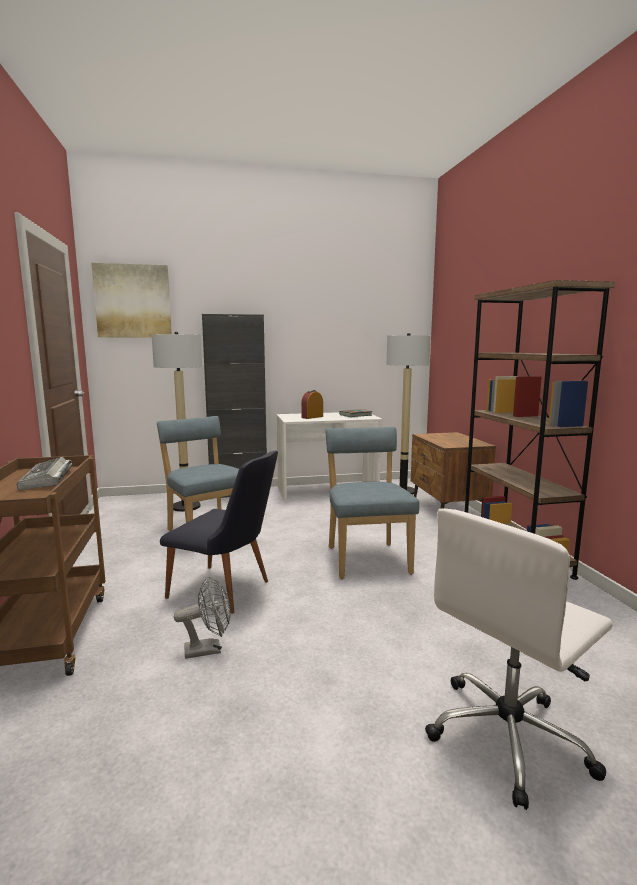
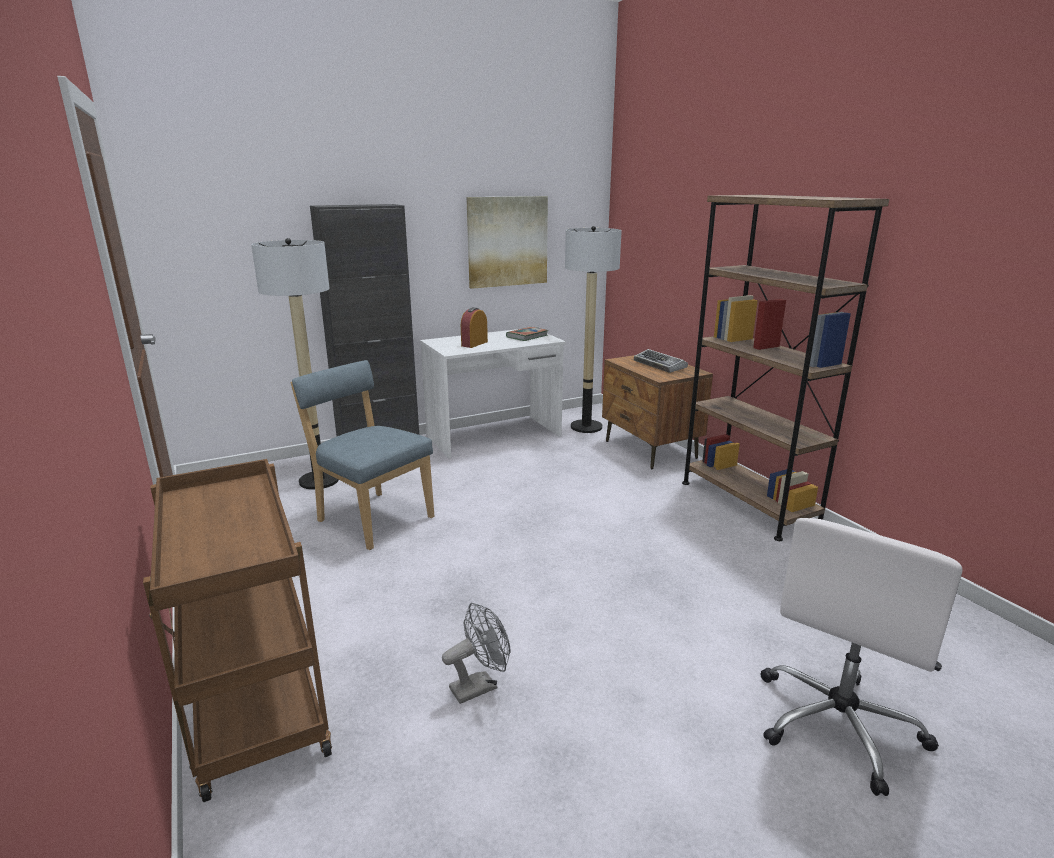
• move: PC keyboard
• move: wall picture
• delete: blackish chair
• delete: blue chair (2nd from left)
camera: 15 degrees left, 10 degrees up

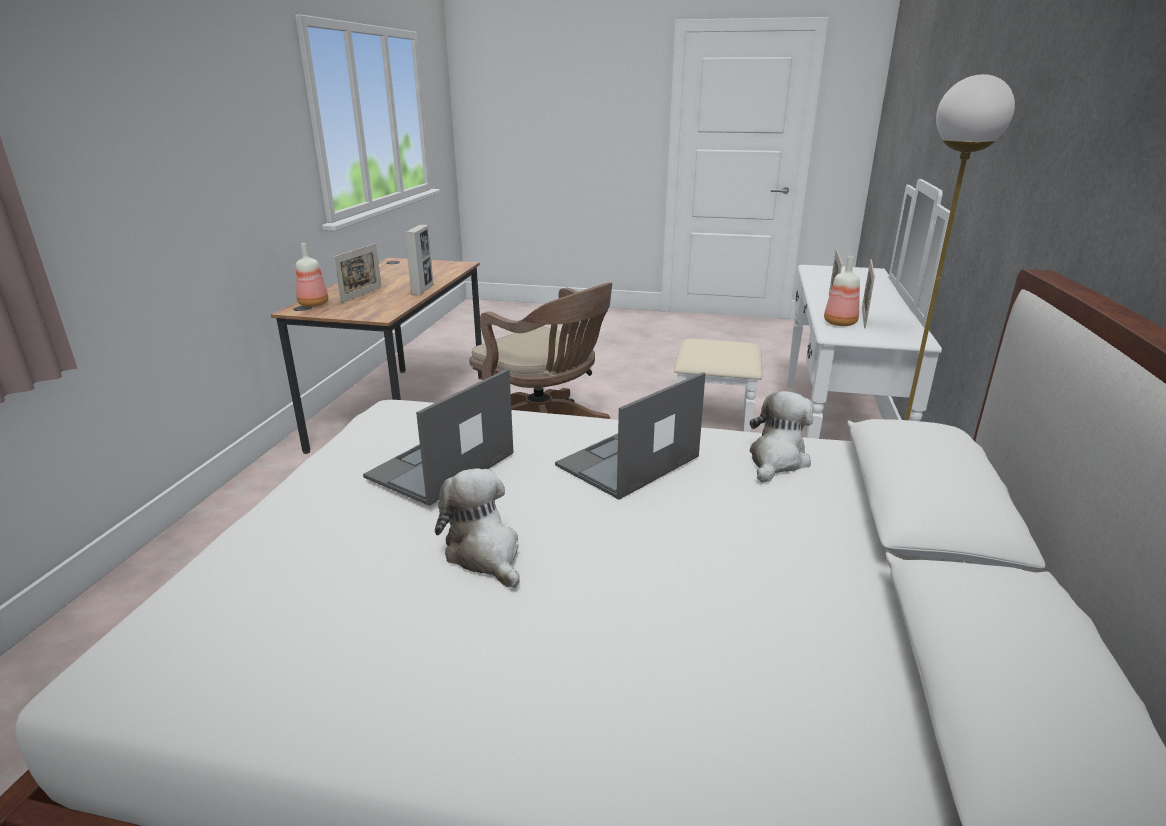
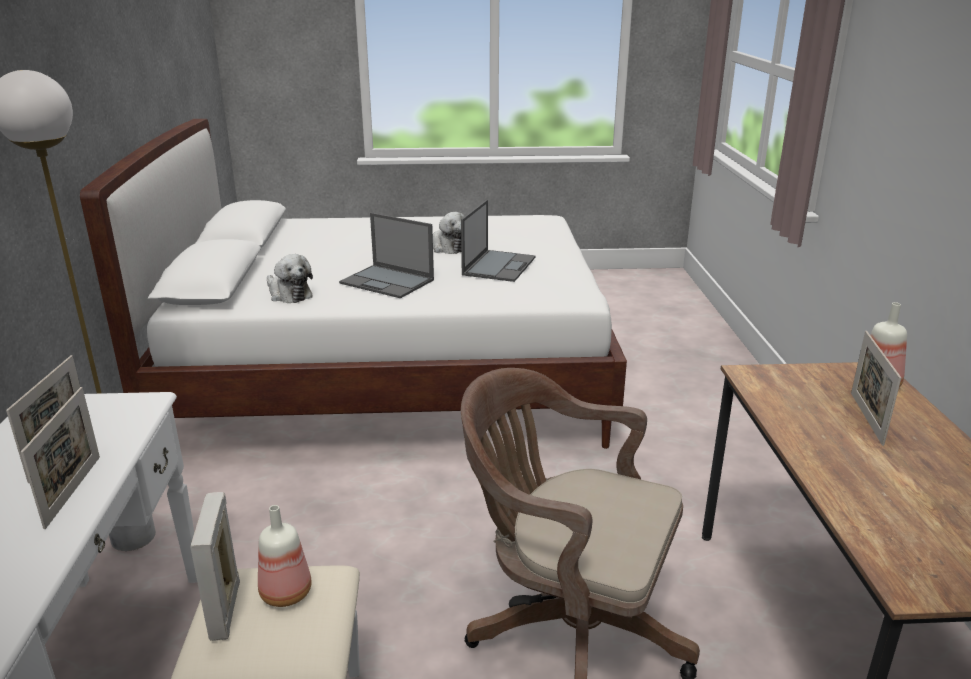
• move: photo frame (2nd from left in the first image) to photo frame (3rd from left)
• rotate: portable computer (2nd from left in the first image) 90 degrees clockwise
• rotate: plush toy (2nd from left in the first image) 60 degrees counterclockwise
• move: beverage bottle (2nd from left in the first image) to beverage bottle (1st from left)
camera: 165 degrees right, 0 degrees up

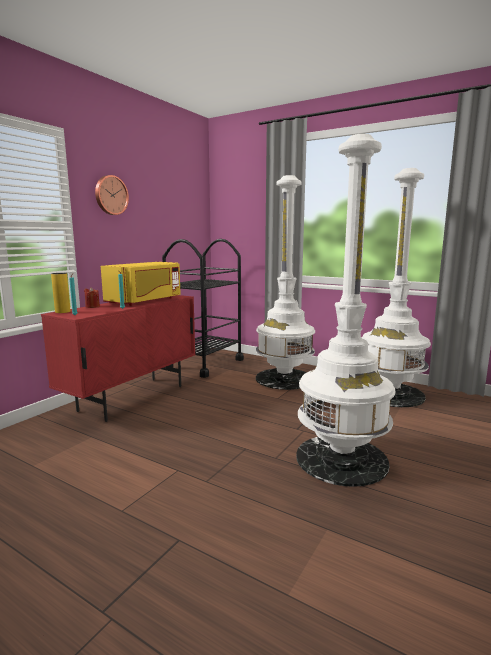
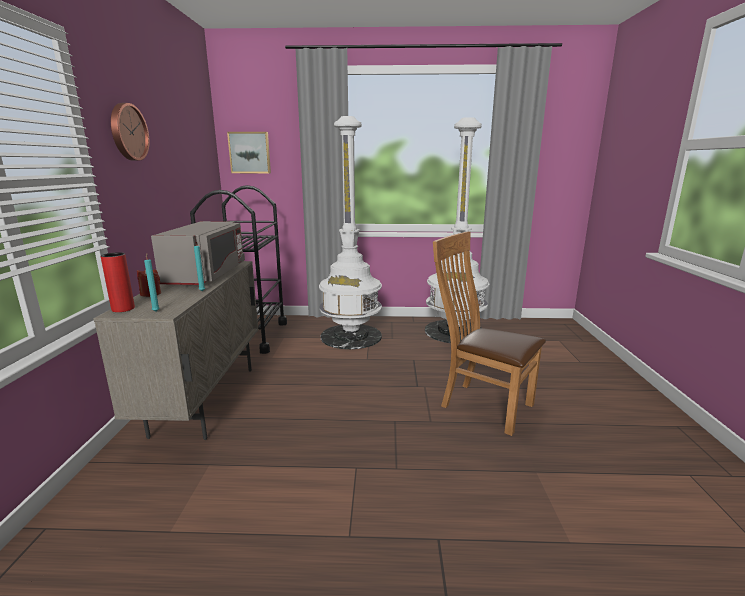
• recolor: reddish storage cabinet to beige-coloured storage cabinet
• recolor: yellow-coloured decorative vase to reddish decorative vase
• recolor: yellow-coloured microwave to grey microwave
• replace: white floor lamp (2nd from left) to brown chair
• insert: wall picture
camera: 30 degrees left, 5 degrees up

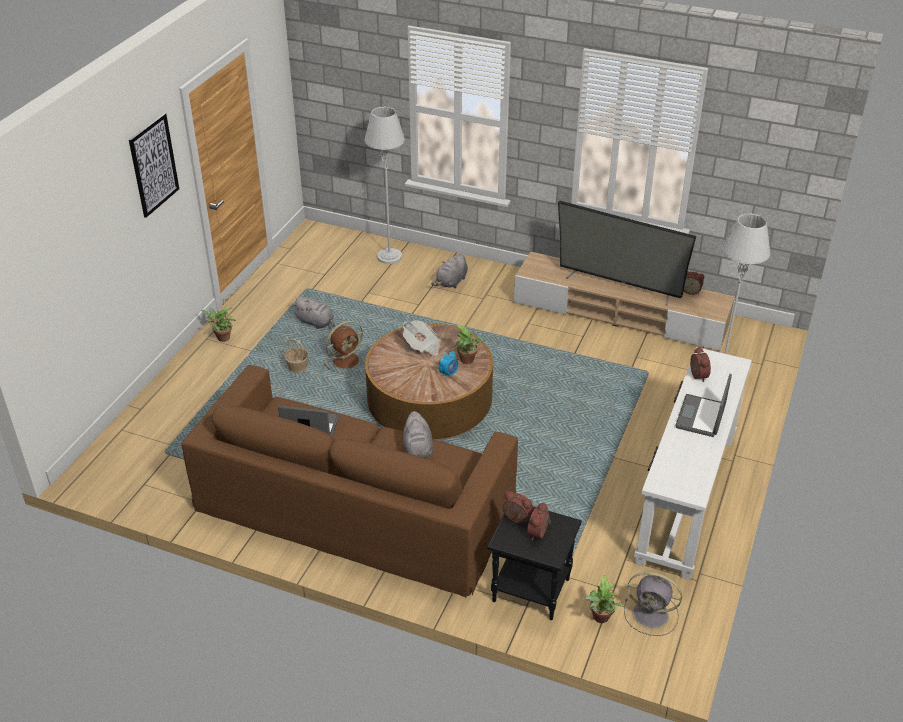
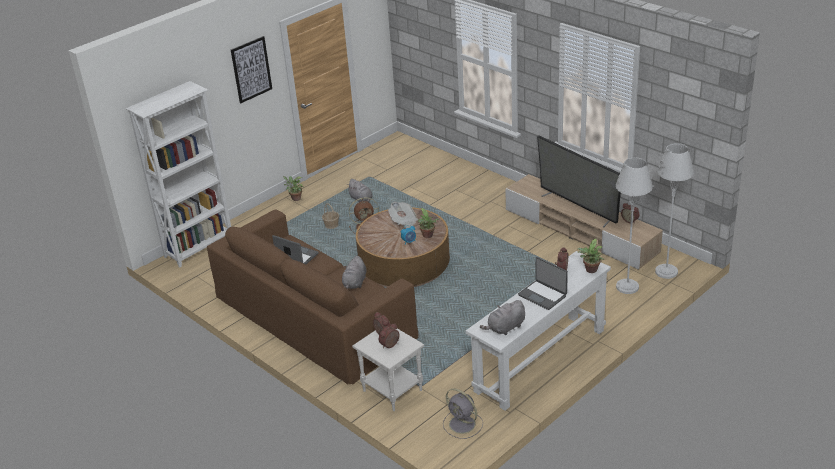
• move: grey floor lamp (1st from left in the first image) to grey floor lamp (2nd from left)
• move: grey plush toy (3rd from left)
• recolor: blackish end table to white end table
• move: plant in a pot (3rd from left)
• rotate: portable computer (2nd from left) 90 degrees counterclockwise
• insert: white shelving unit
camera: 25 degrees right, 5 degrees down

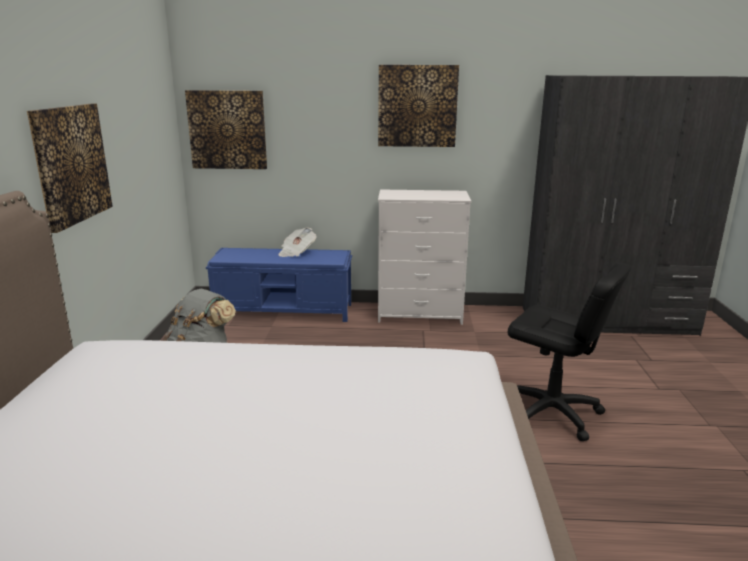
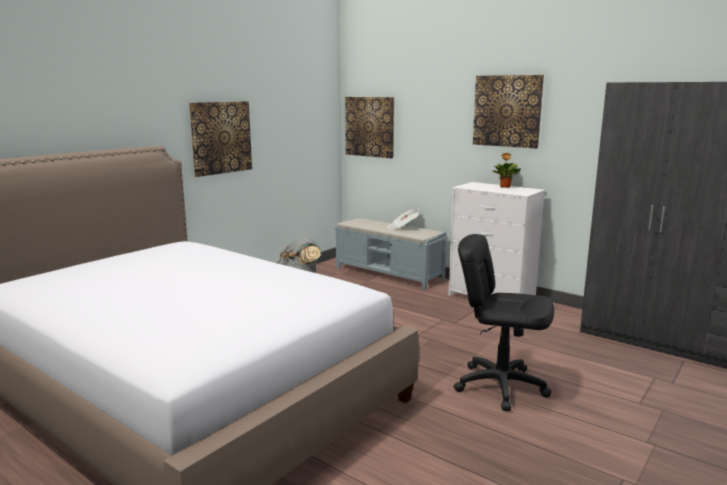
• recolor: blue indoor bench to grey indoor bench
• rotate: blackish office chair 135 degrees clockwise
• insert: plant in a pot
camera: 35 degrees right, 5 degrees down

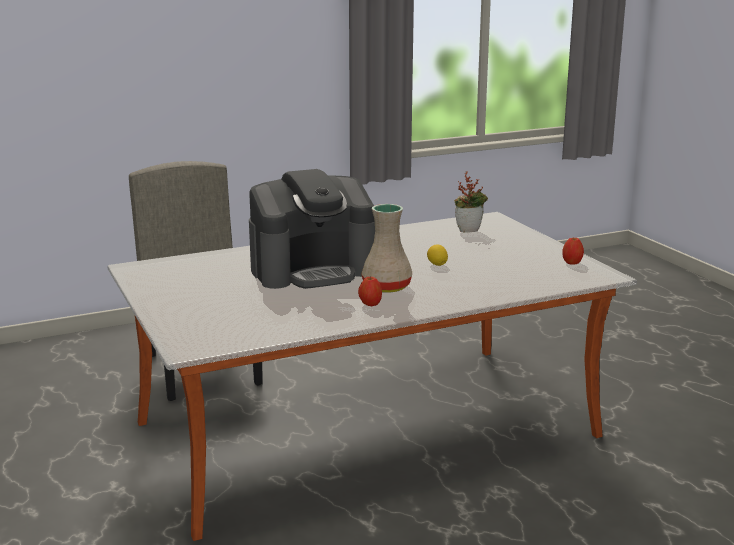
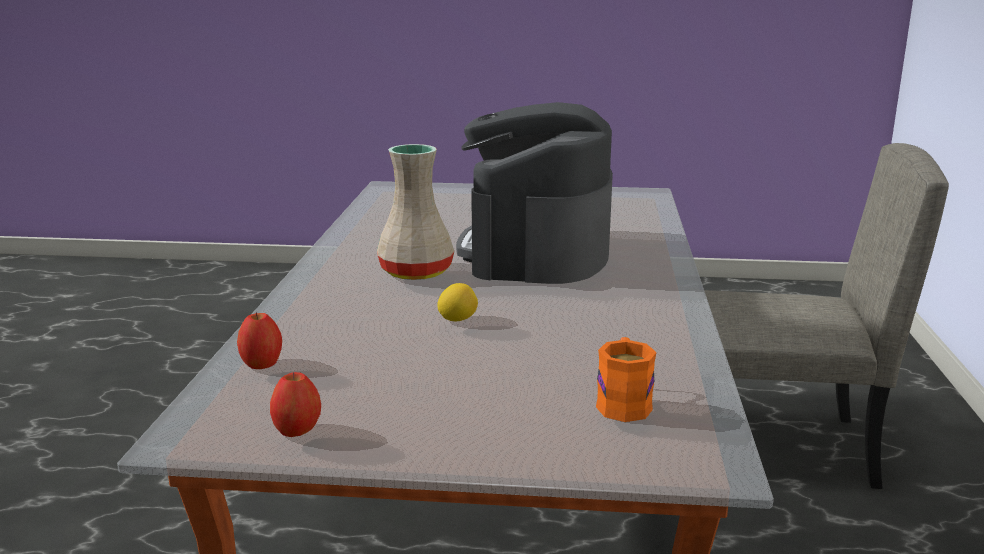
• move: apple fruit (1st from left)
• replace: plant in a pot to orange-coloured coffee mug
camera: 120 degrees right, 0 degrees up

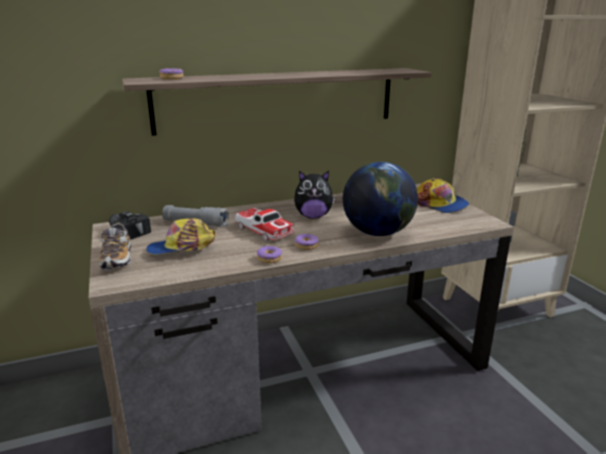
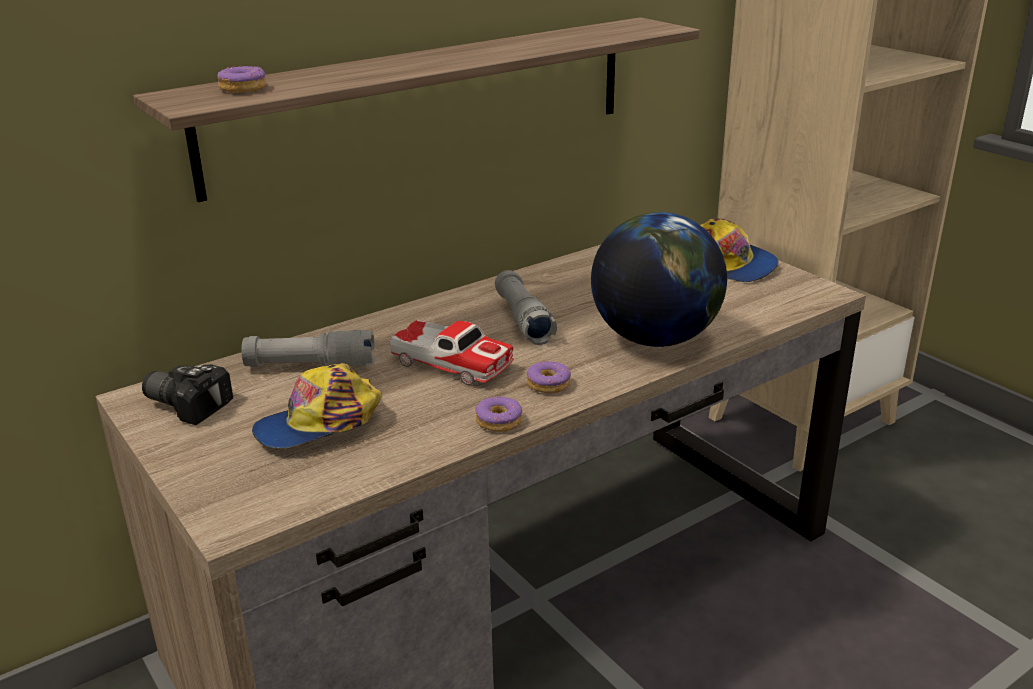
• delete: item of footwear
• replace: plush toy to grey flashlight (2nd from left)
camera: 15 degrees left, 5 degrees up

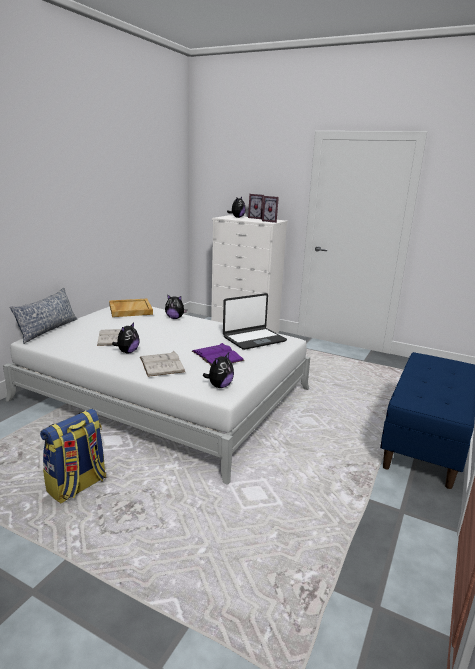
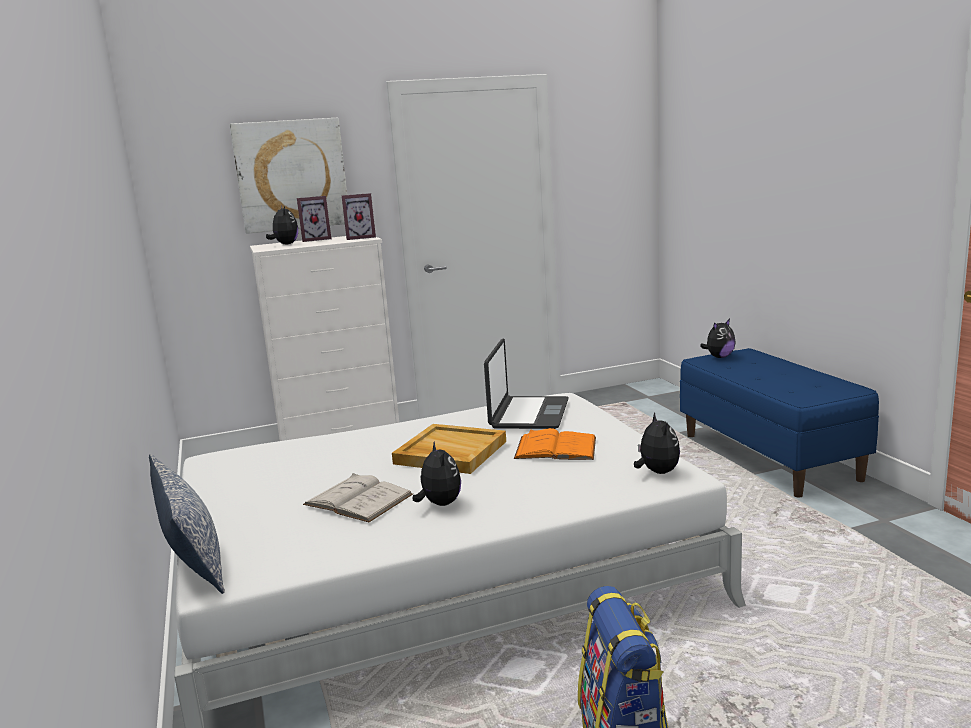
• move: beige-coloured tray
• delete: white bound book (2nd from left)
• move: plush toy (2nd from left in the first image) to plush toy (4th from left)
• recolor: purple-coloured bound book to orange-coloured bound book
• insert: wall picture
camera: 45 degrees left, 5 degrees down

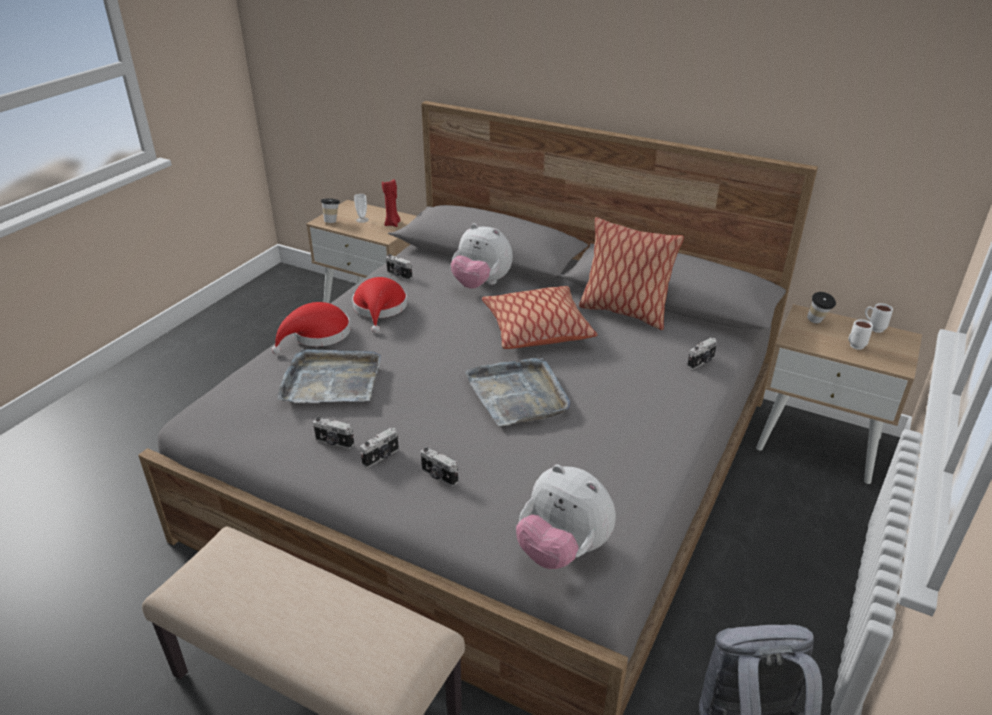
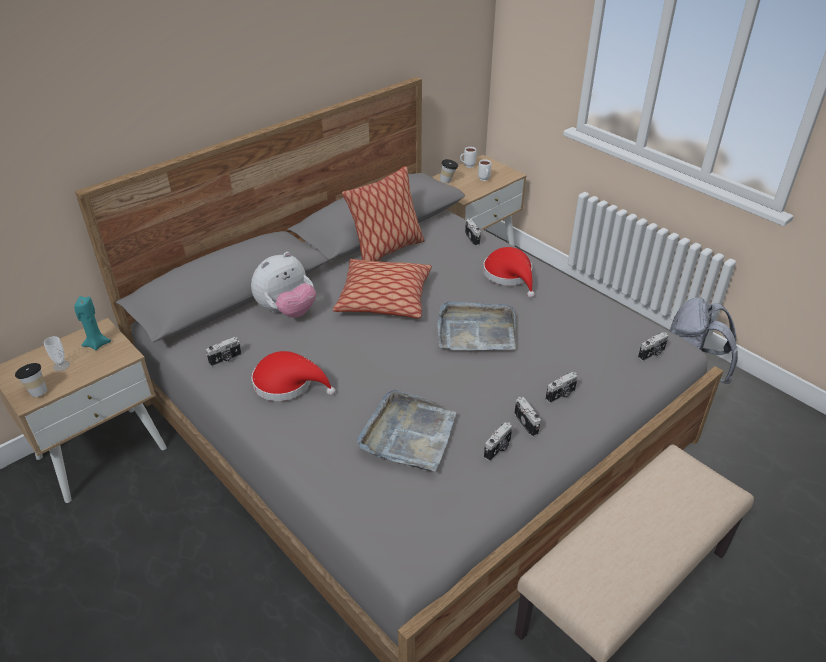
• move: reddish wearable hat (1st from left in the first image) to reddish wearable hat (2nd from left)
• recolor: reddish candle to turquoise candle
• replace: plush toy (2nd from left) to still camera (6th from left)
camera: 70 degrees left, 5 degrees up

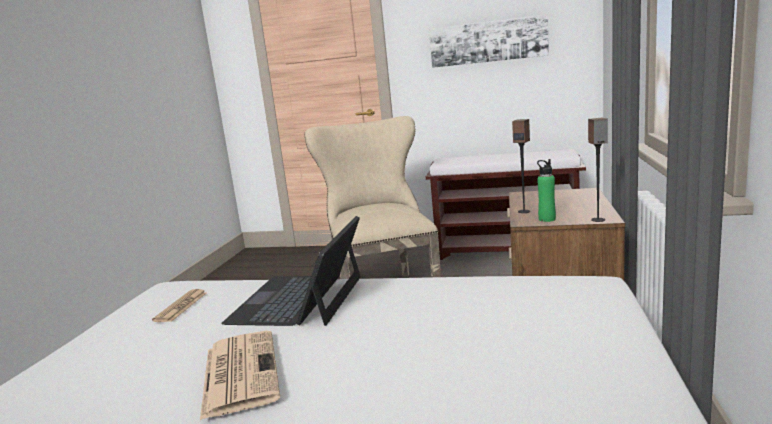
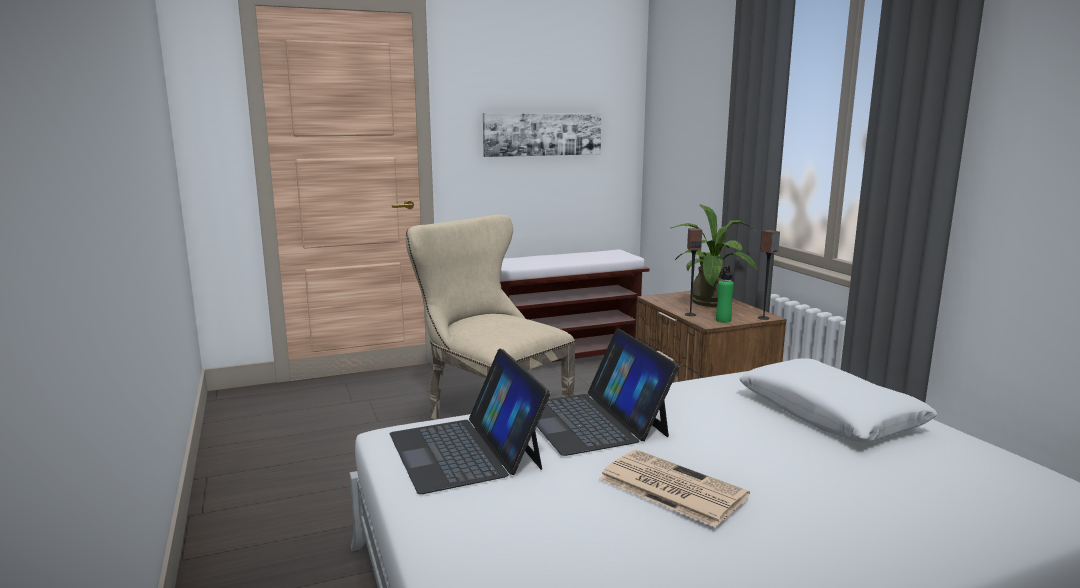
• replace: daily paper (1st from left) to portable computer (1st from left)
• insert: plant in a pot
• insert: white pillow
camera: 35 degrees left, 0 degrees up

